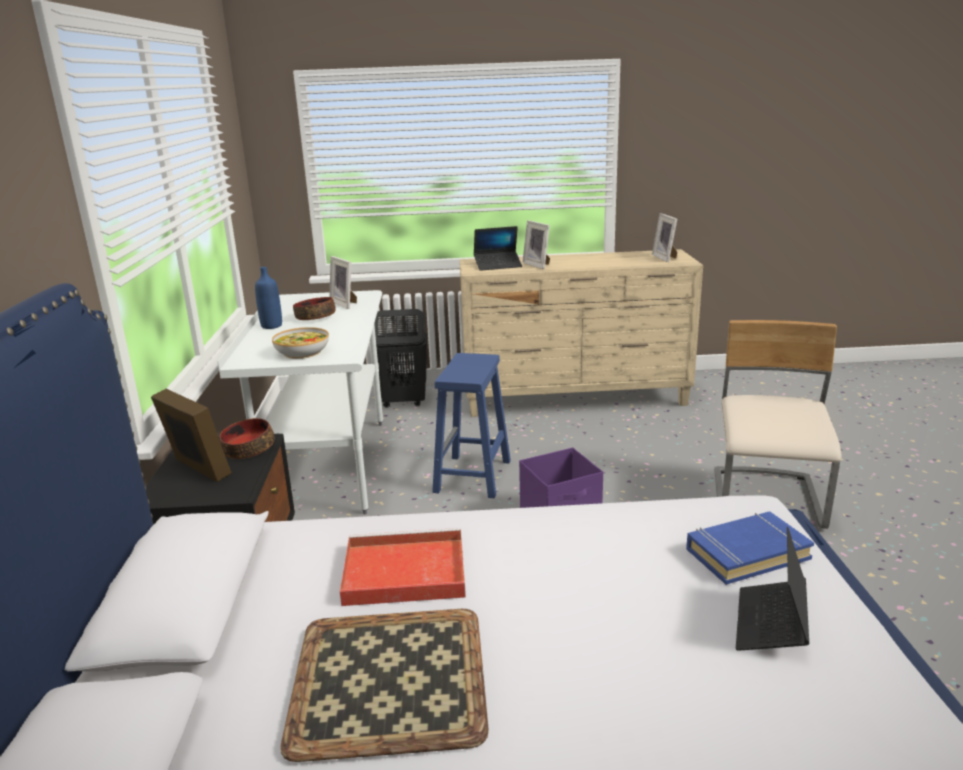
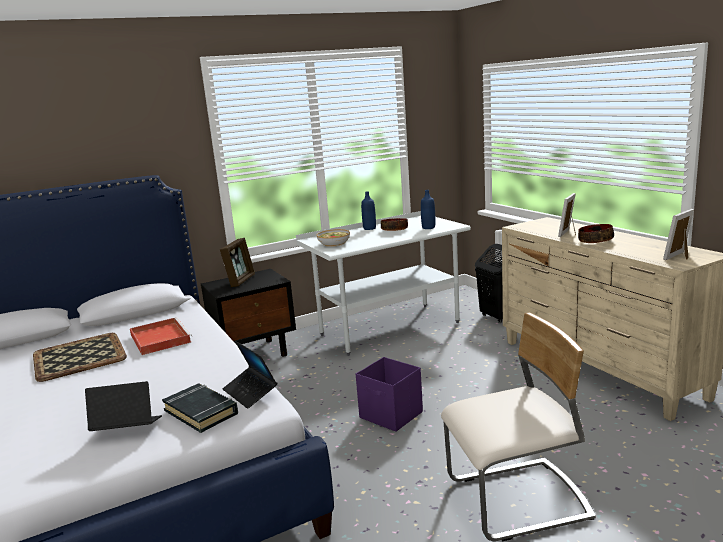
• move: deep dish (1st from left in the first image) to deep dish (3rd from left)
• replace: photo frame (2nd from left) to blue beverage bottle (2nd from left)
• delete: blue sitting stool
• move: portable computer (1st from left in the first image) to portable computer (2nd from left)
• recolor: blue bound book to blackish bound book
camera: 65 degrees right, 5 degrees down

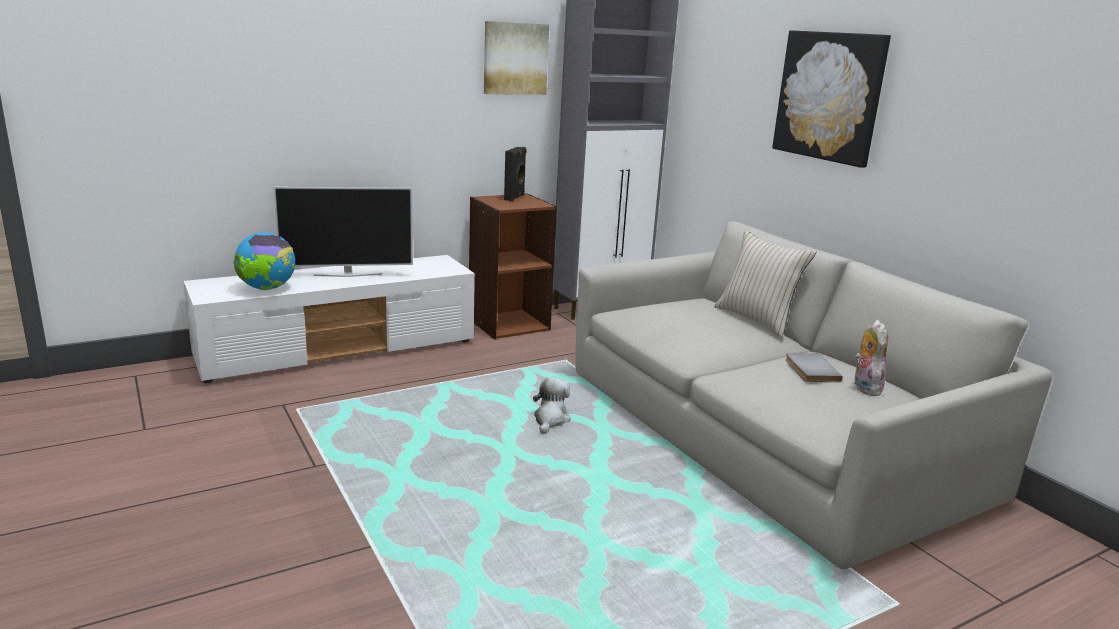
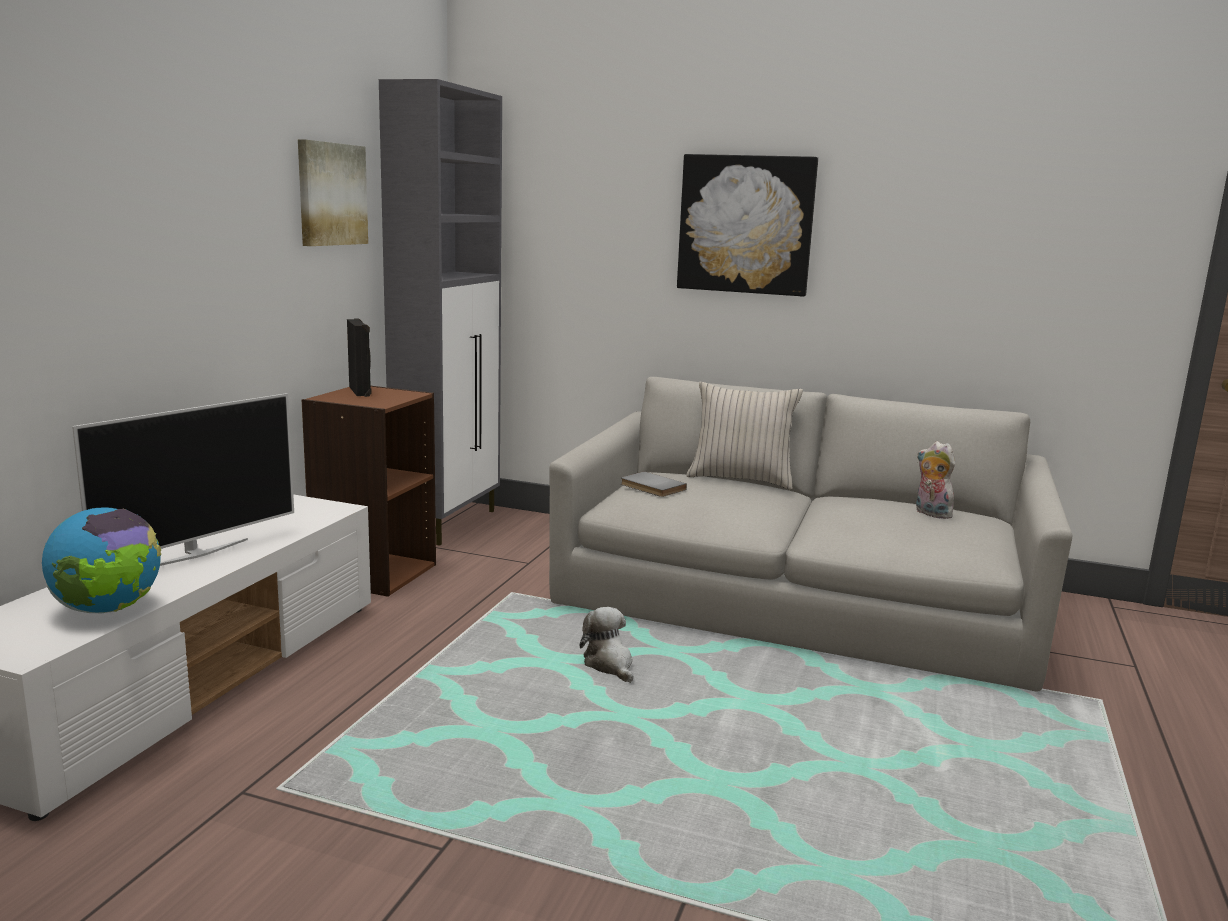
• move: grey bound book
camera: 40 degrees left, 5 degrees down

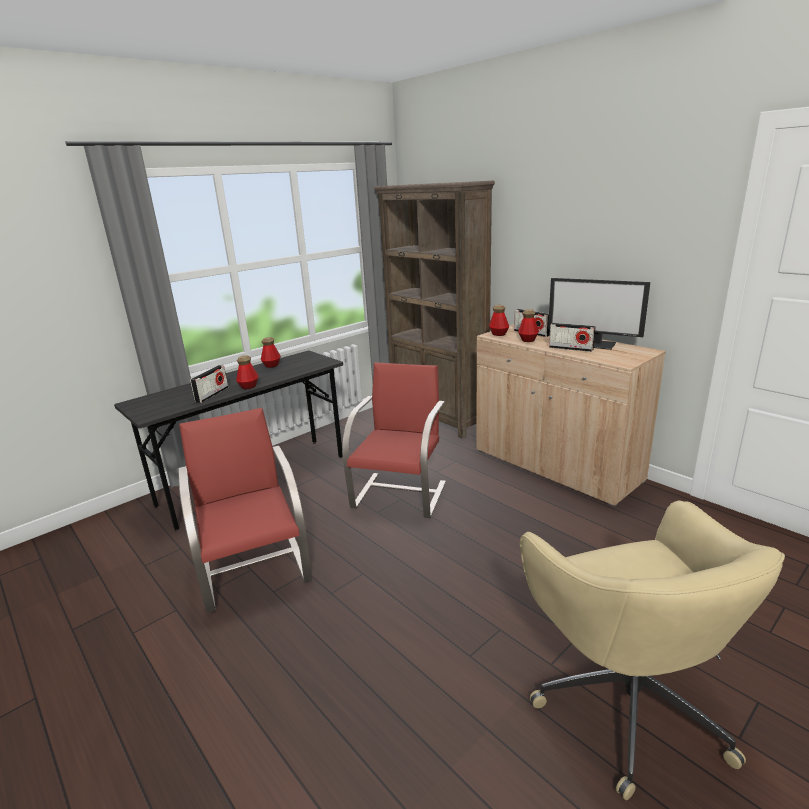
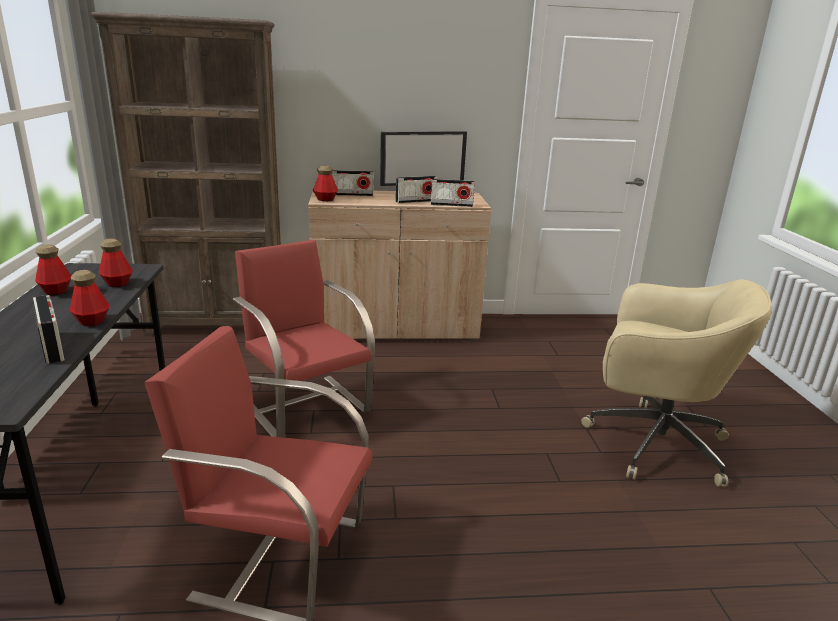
• move: beverage bottle (4th from left in the first image) to beverage bottle (3rd from left)
• insert: radio set (4th from left)
camera: 55 degrees left, 0 degrees up

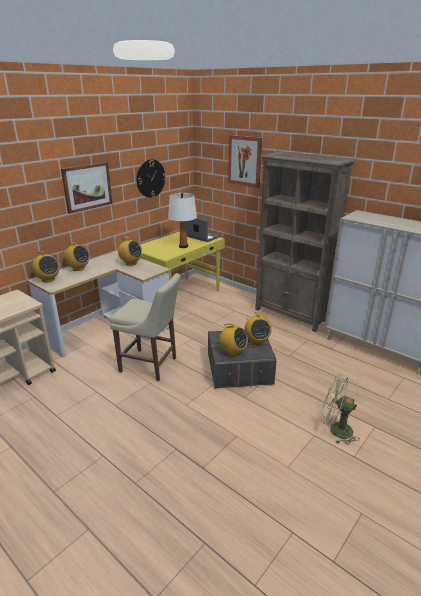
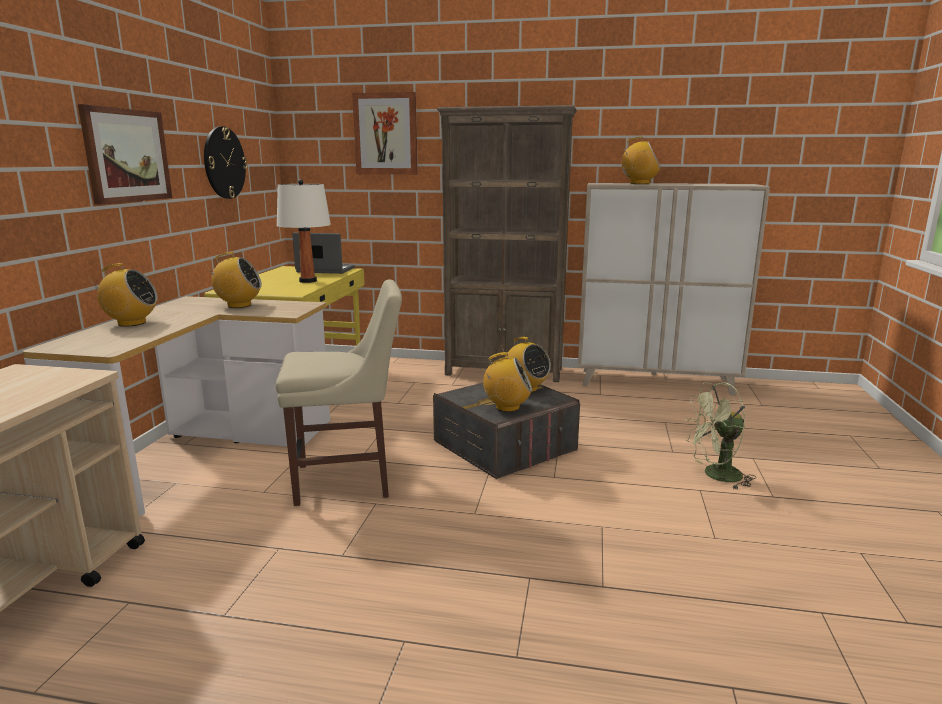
• move: radio set (1st from left in the first image) to radio set (5th from left)
camera: 30 degrees left, 10 degrees down

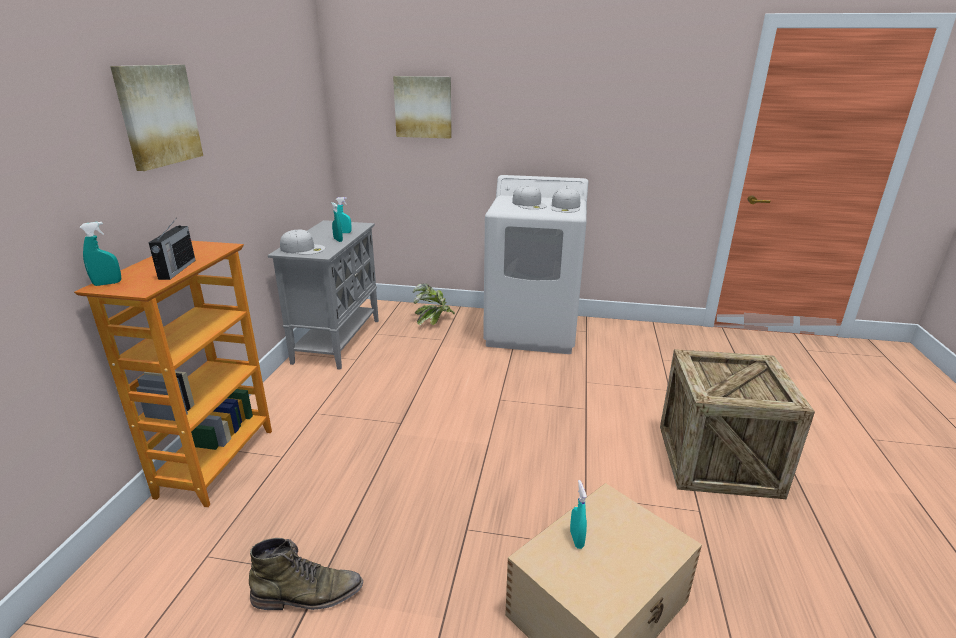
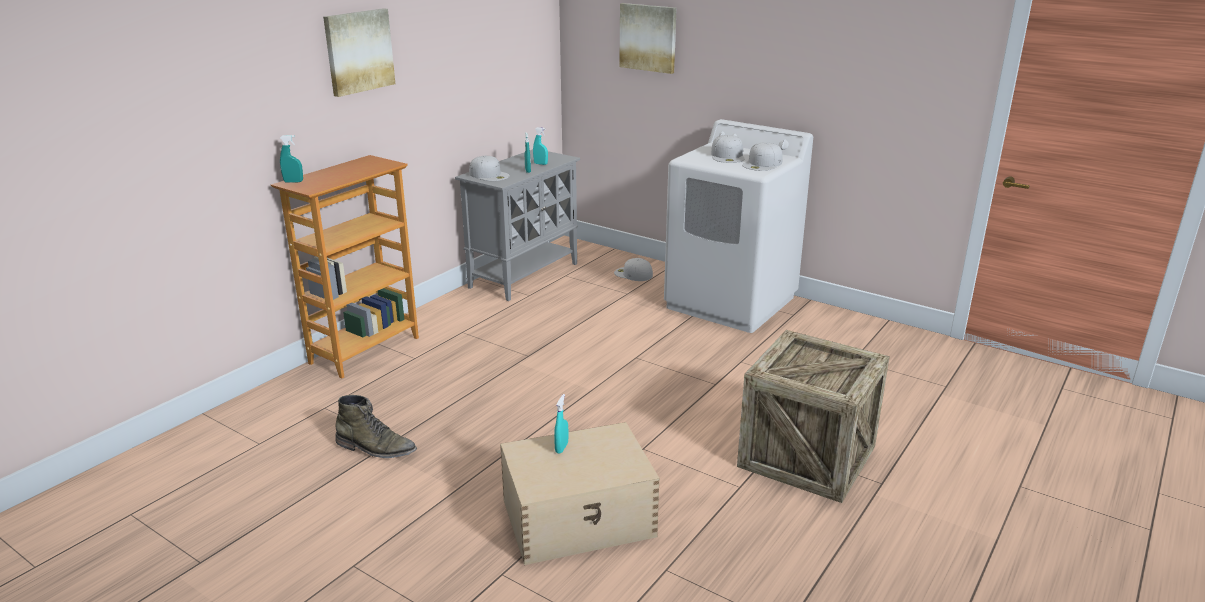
• delete: radio set
• replace: plant in a pot to white peaked cap (2nd from left)
camera: 25 degrees right, 0 degrees up

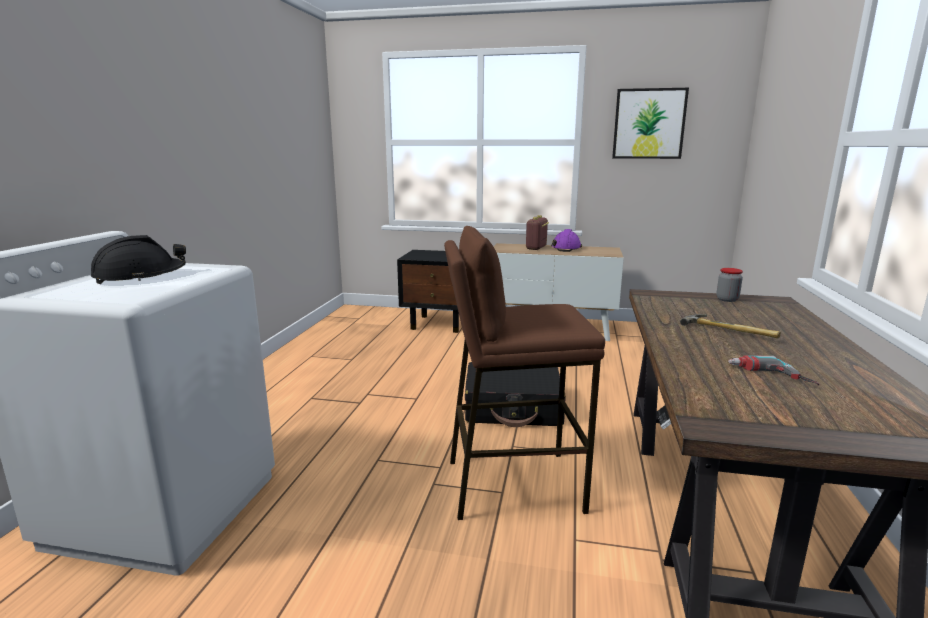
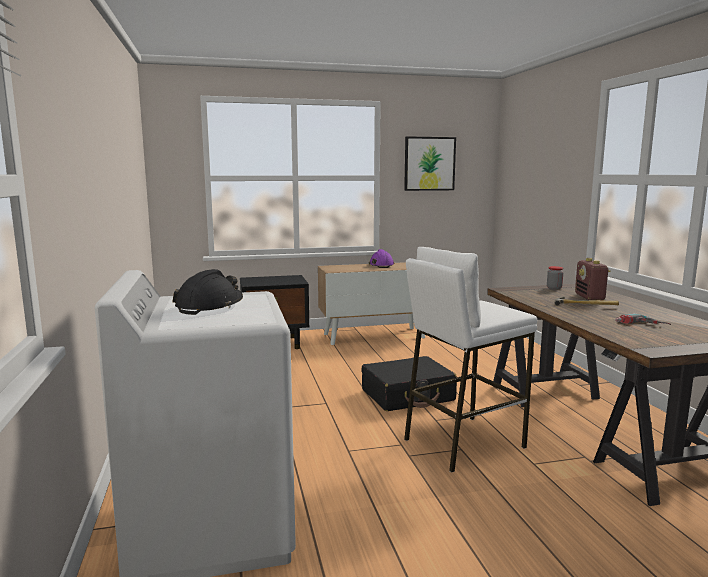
• recolor: brown sitting stool to white sitting stool
• move: radio set
camera: 25 degrees left, 5 degrees down

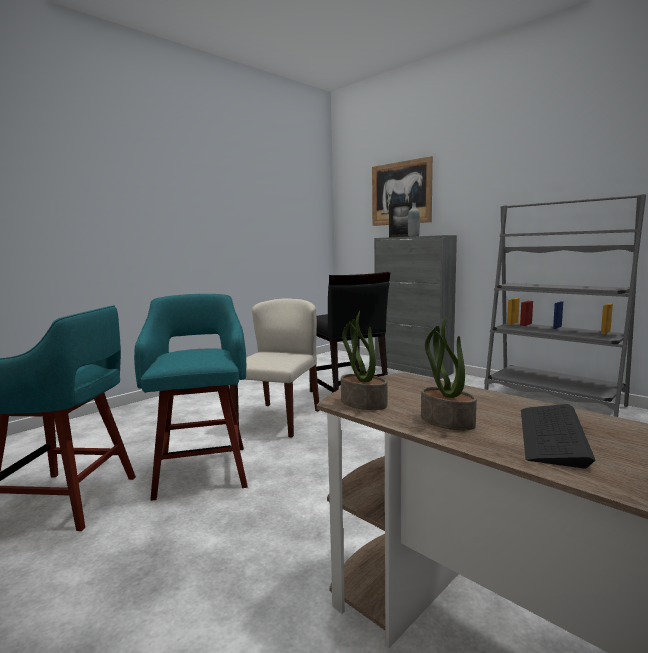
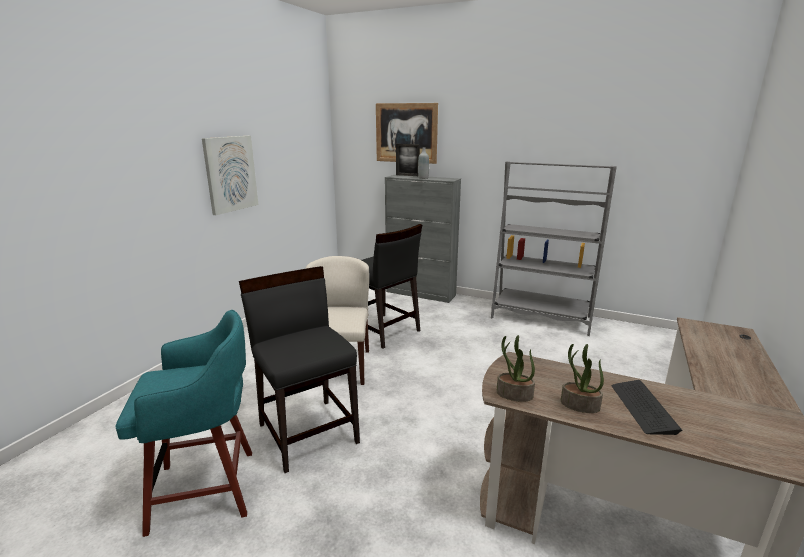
• replace: turquoise sitting stool (2nd from left) to blackish chair (1st from left)
• insert: wall picture (1st from left)
camera: 20 degrees left, 10 degrees up

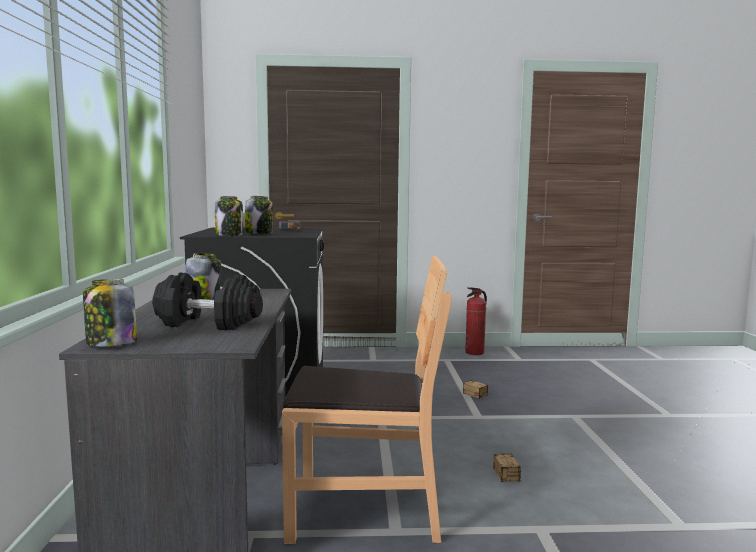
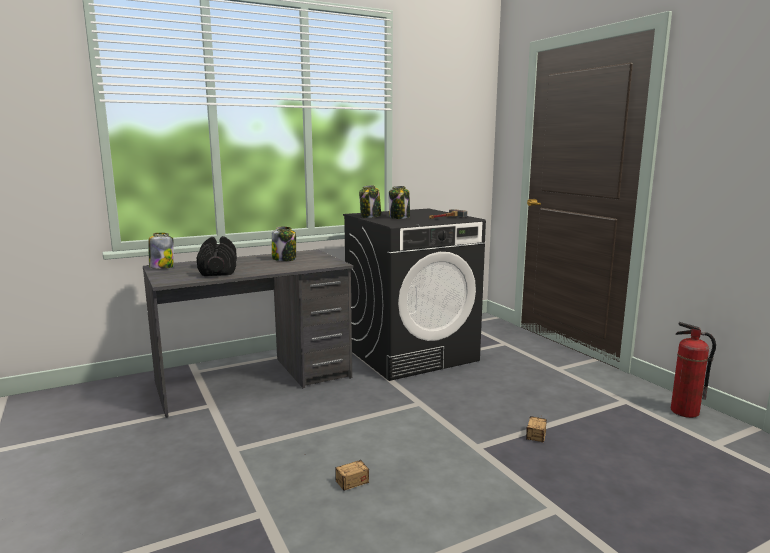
• delete: brown chair
camera: 65 degrees right, 5 degrees up

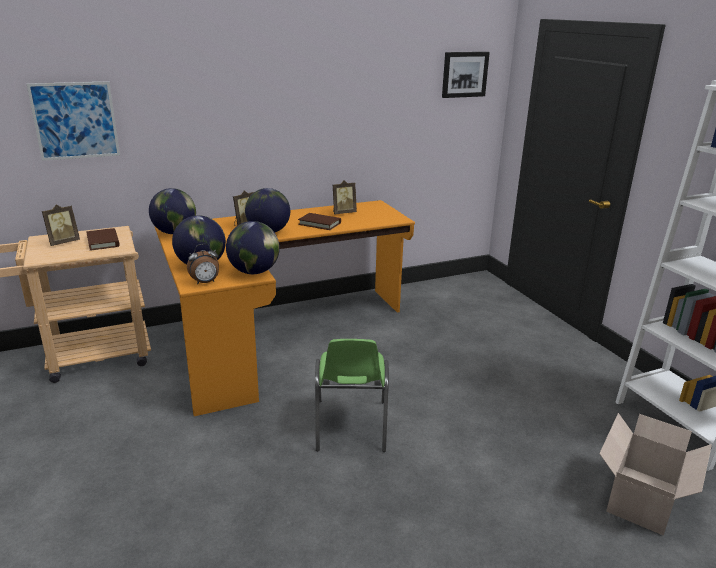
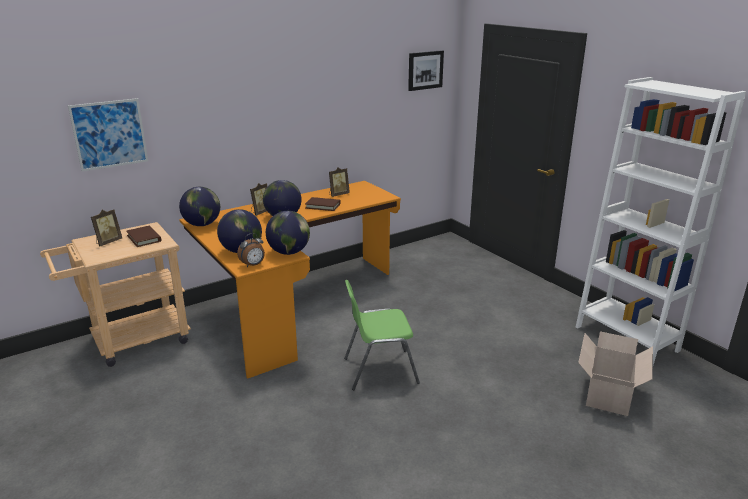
• rotate: green-coloured chair 90 degrees clockwise
camera: 10 degrees left, 0 degrees up

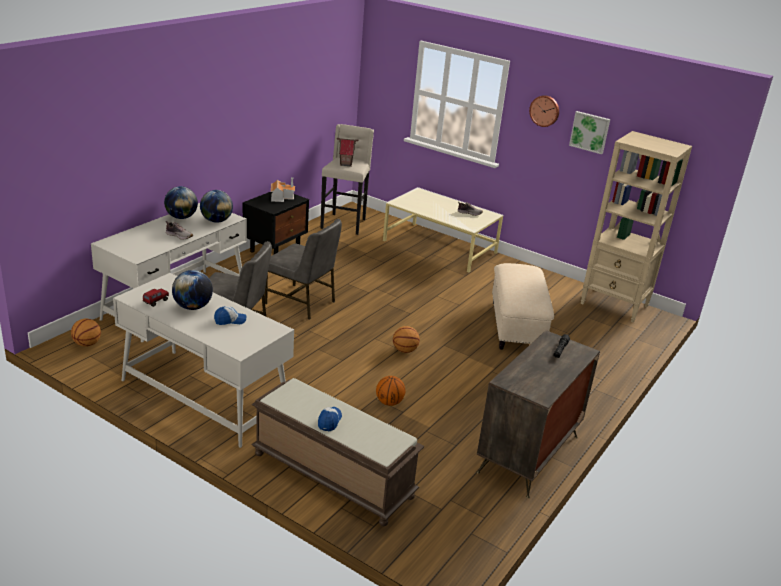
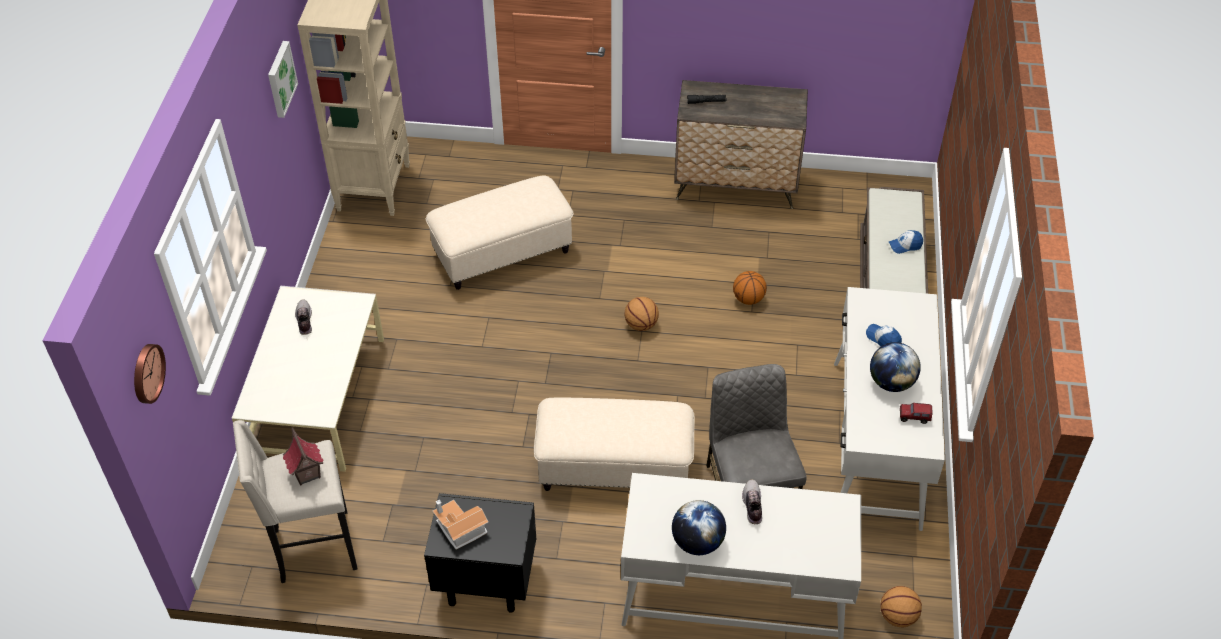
• delete: world globe (3rd from left)
• replace: grey chair (2nd from left) to beige-coloured pouffe (2nd from left)
• move: hanging clock
camera: 115 degrees left, 20 degrees up

